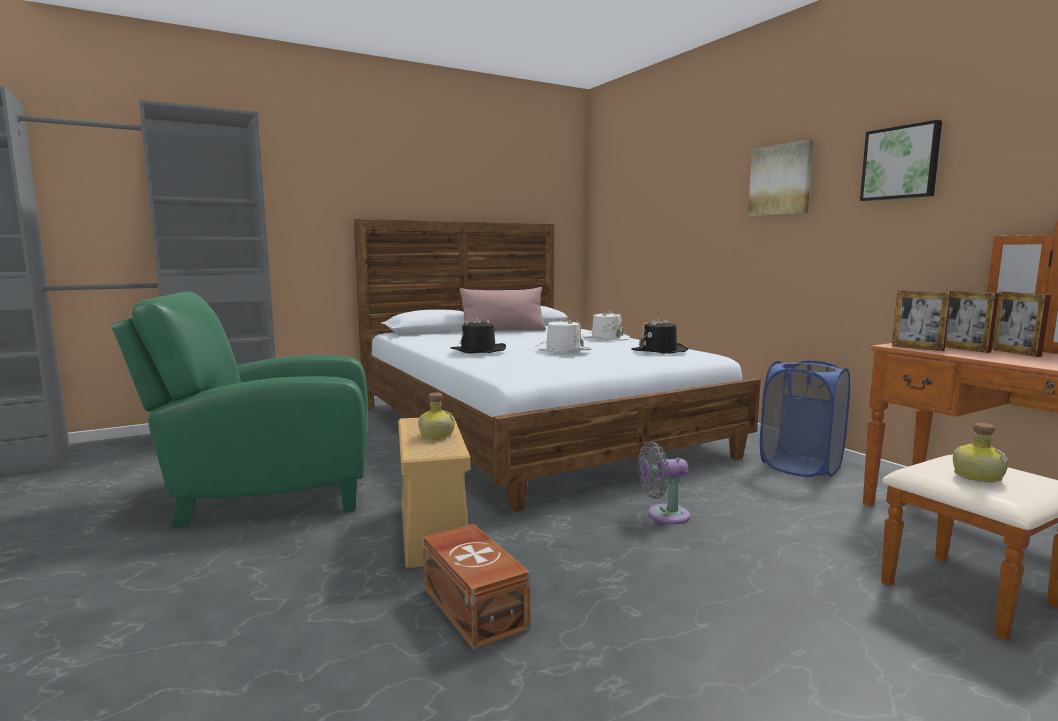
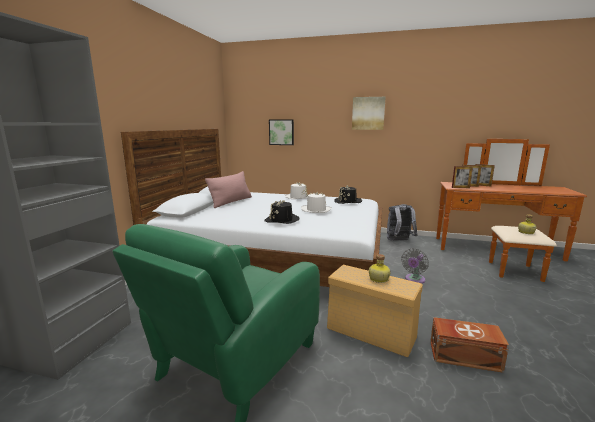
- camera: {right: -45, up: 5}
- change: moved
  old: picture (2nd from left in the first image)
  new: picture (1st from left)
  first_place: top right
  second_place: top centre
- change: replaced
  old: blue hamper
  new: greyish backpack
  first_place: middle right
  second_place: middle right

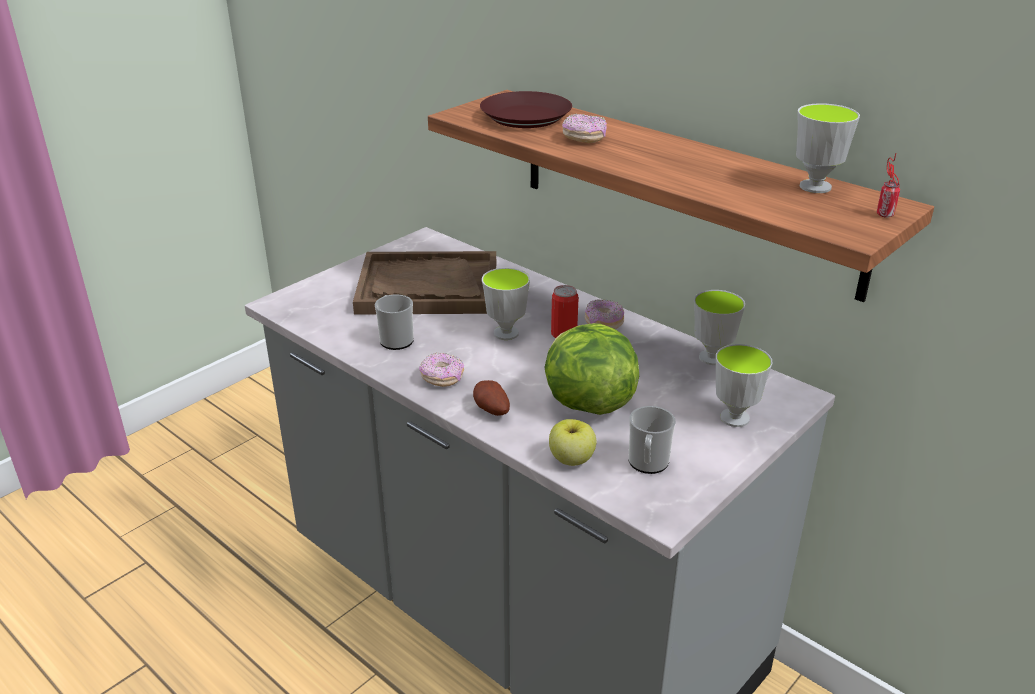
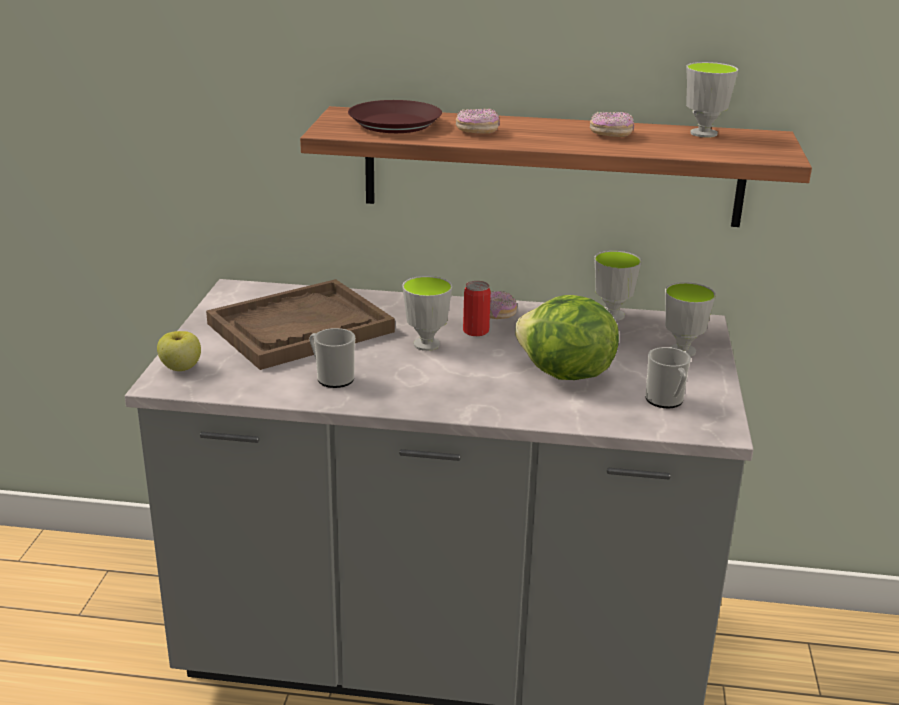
- camera: {right: -35, up: -5}
- change: removed
  old: potato
  first_place: centre
- change: removed
  old: sealed can (2nd from left)
  first_place: top right
- change: moved
  old: doughnut (1st from left in the first image)
  new: doughnut (3rd from left)
  first_place: centre
  second_place: top right
- change: moved
  old: apple fruit
  first_place: centre
  second_place: middle left

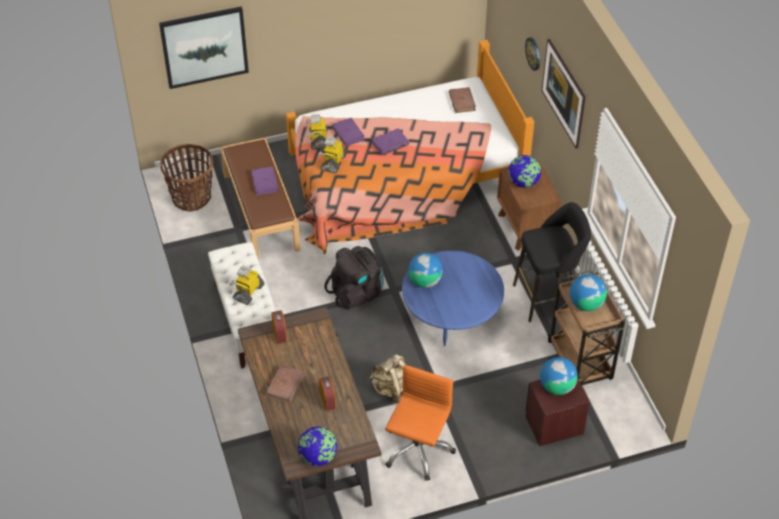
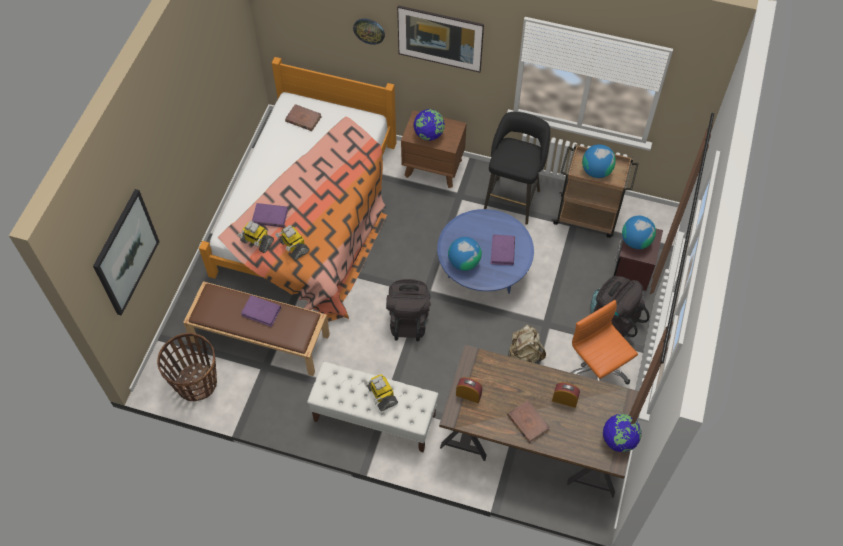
- camera: {right: -55, up: 10}
- change: added
  new: black-coloured backpack (2nd from left)
  second_place: middle right
- change: moved
  old: purple bound book (3rd from left)
  first_place: top centre
  second_place: centre

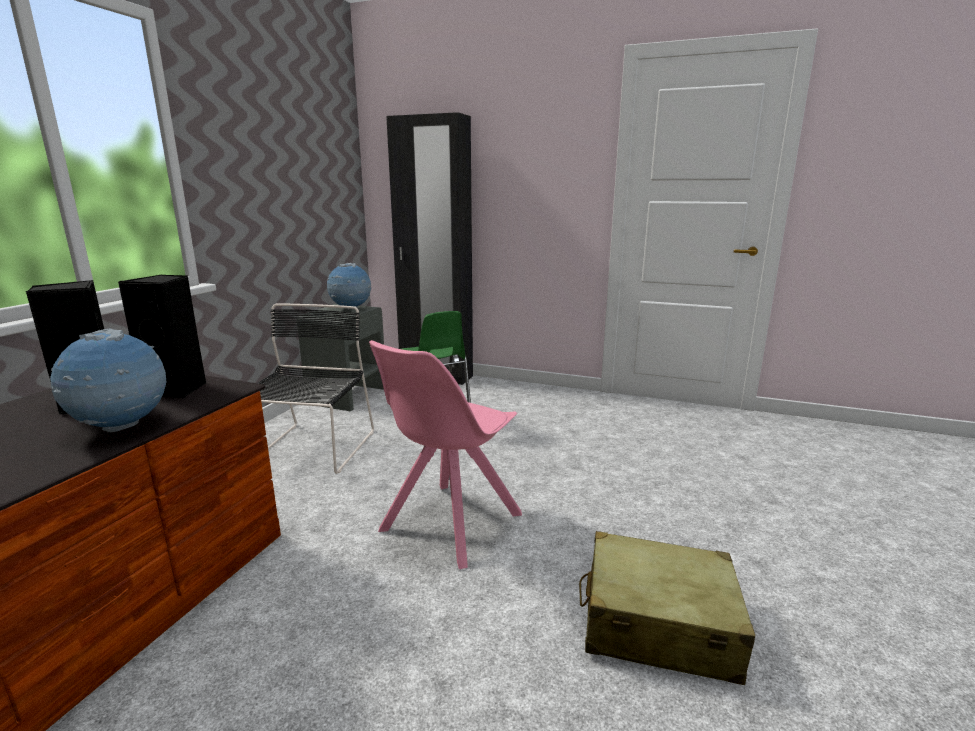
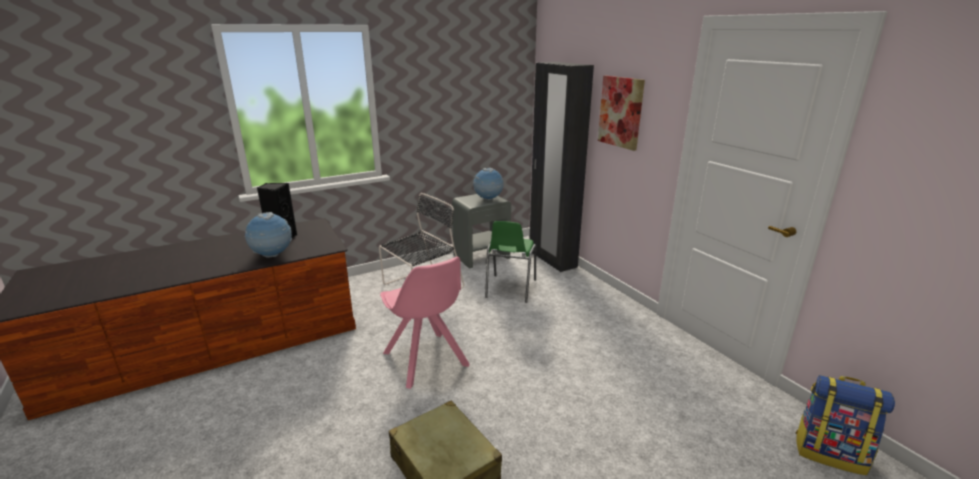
- camera: {right: 40, up: 5}
- change: removed
  old: black-coloured loudspeaker (2nd from left)
  first_place: middle left
- change: added
  new: picture
  second_place: top centre
- change: added
  new: backpack
  second_place: bottom right
- change: turned
  old: pink chair
  first_place: centre
  second_place: bottom centre
  degrees: -105

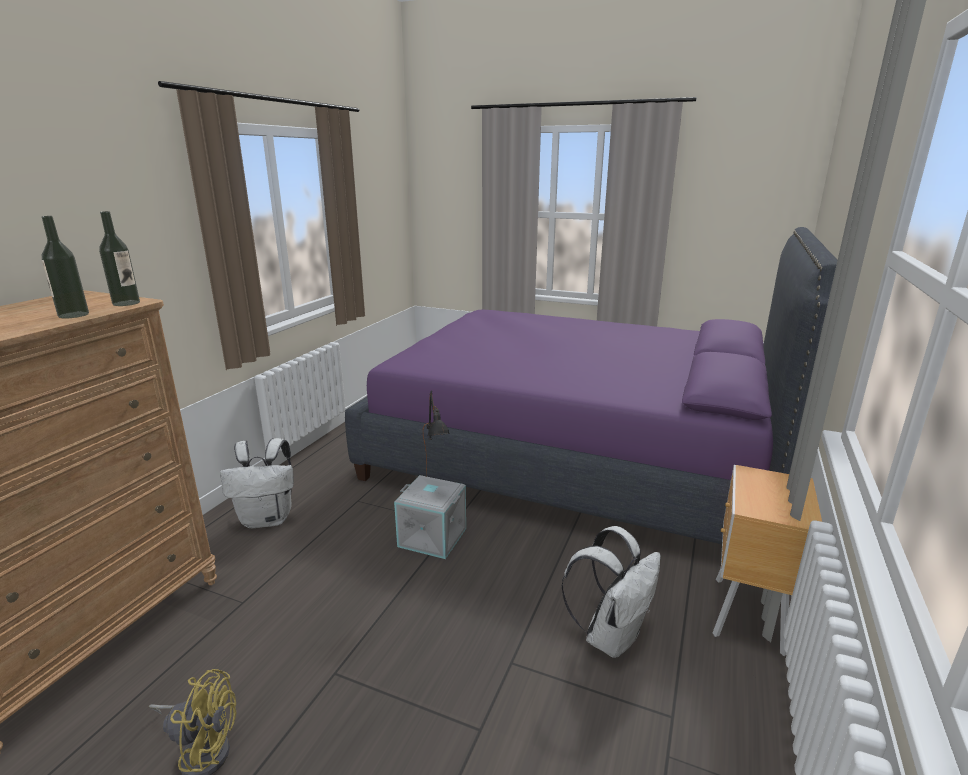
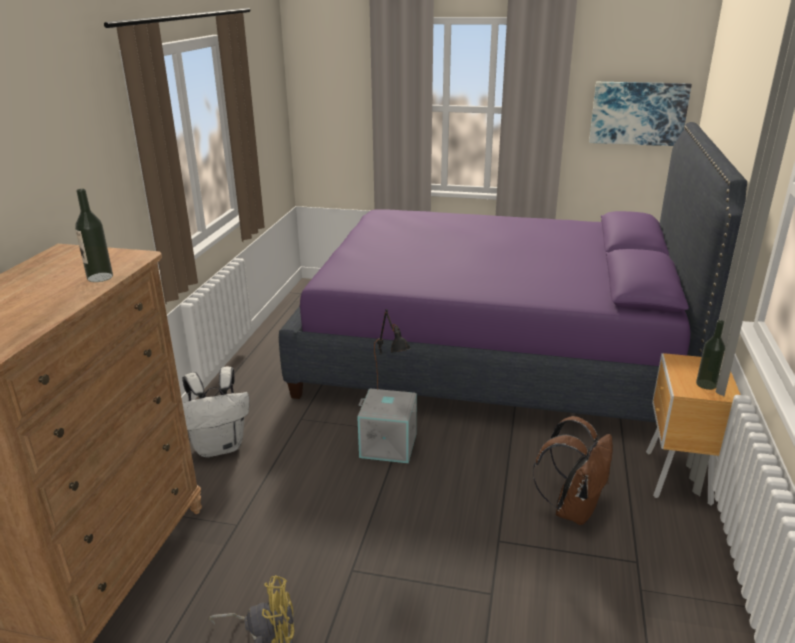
- camera: {right: -10, up: 5}
- change: added
  new: picture
  second_place: top right
- change: moved
  old: bottle (2nd from left)
  first_place: top left
  second_place: middle right
- change: recoloured
  old: white backpack (2nd from left)
  new: brown backpack
  first_place: bottom centre
  second_place: bottom right

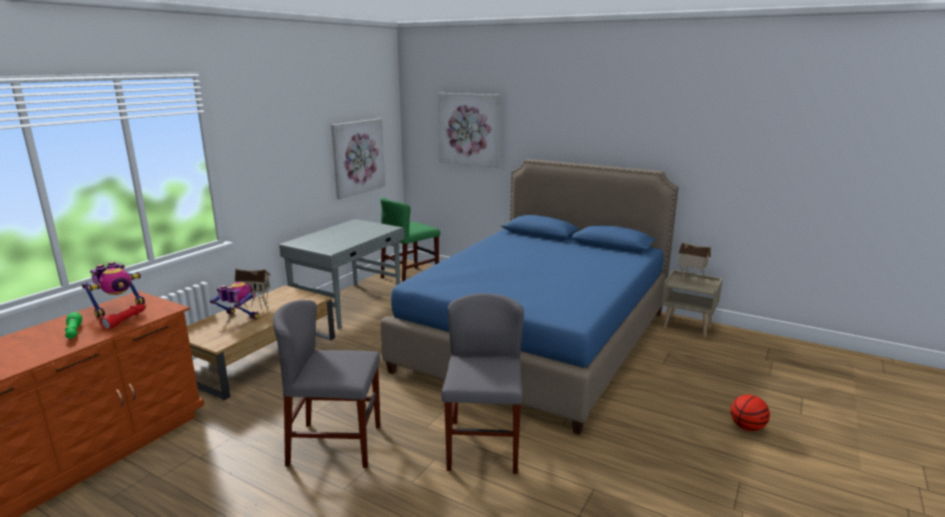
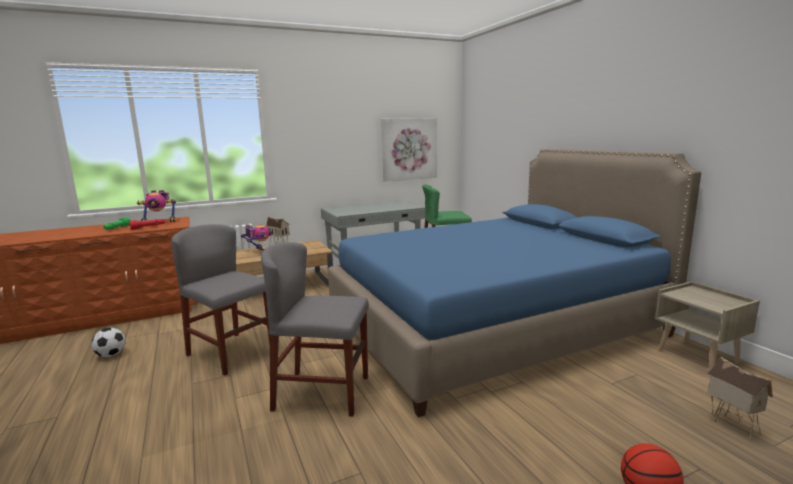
- camera: {right: 35, up: -5}
- change: removed
  old: picture (2nd from left)
  first_place: top centre
- change: added
  new: football ball
  second_place: bottom left
- change: moved
  old: miniature house (2nd from left)
  first_place: middle right
  second_place: bottom right
- change: turned
  old: greyish chair (2nd from left)
  first_place: bottom centre
  second_place: bottom centre
  degrees: -120

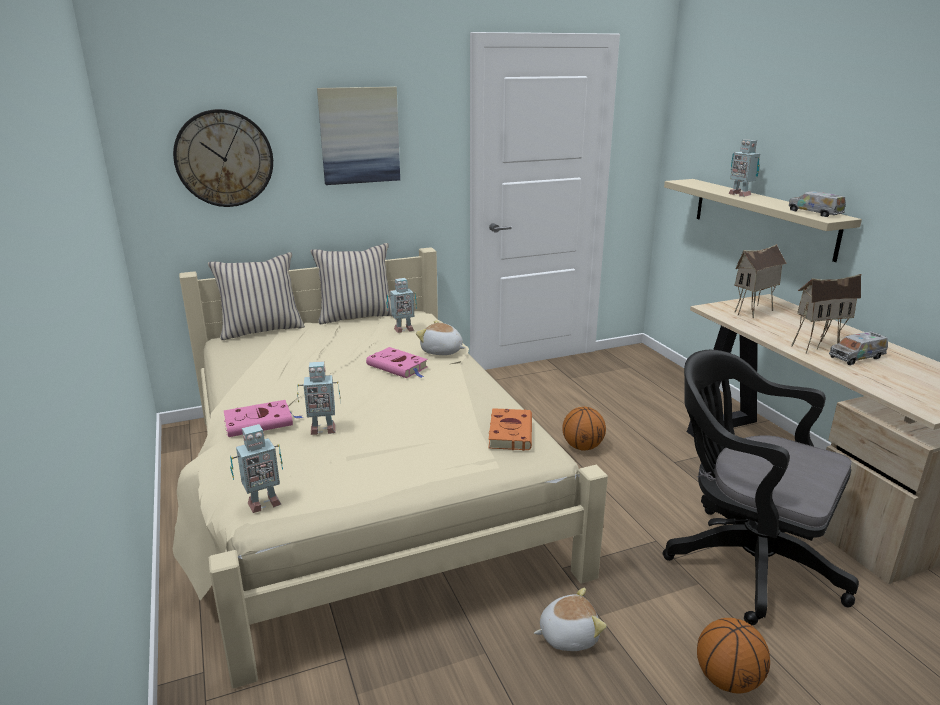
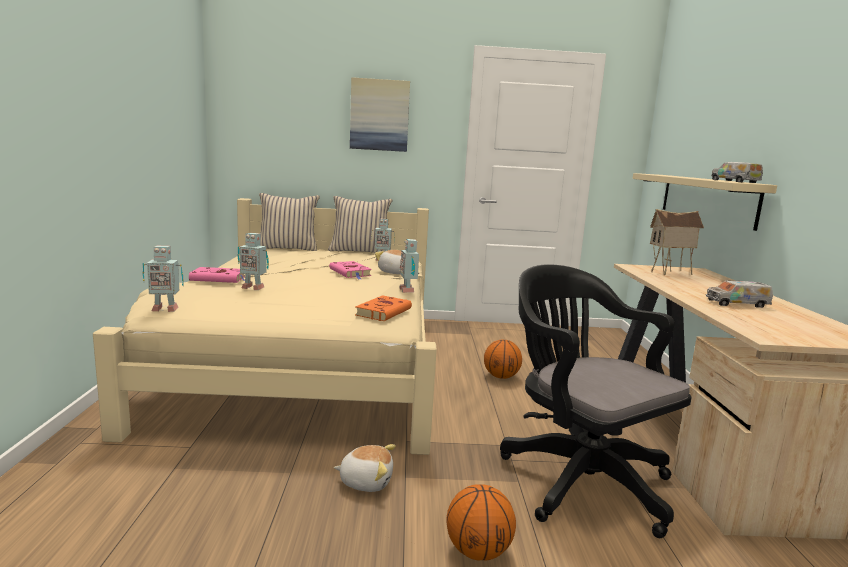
- camera: {right: 20, up: -10}
- change: removed
  old: clock on the wall
  first_place: top left
- change: removed
  old: miniature house (2nd from left)
  first_place: middle right
- change: moved
  old: robot figure (4th from left)
  first_place: top right
  second_place: centre

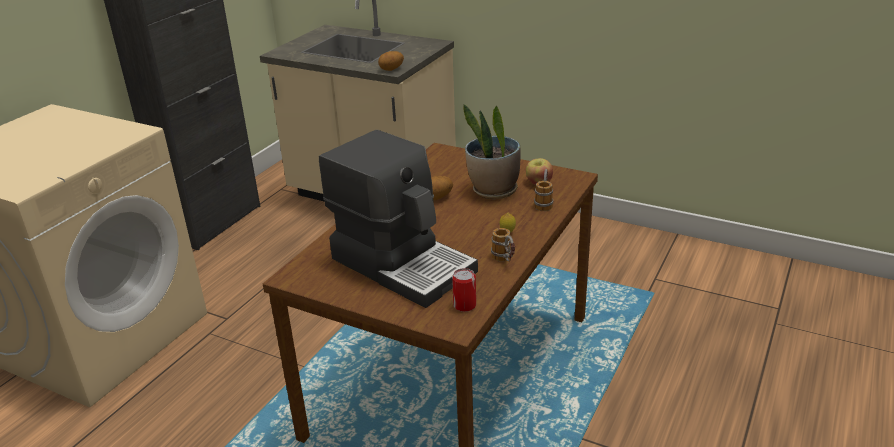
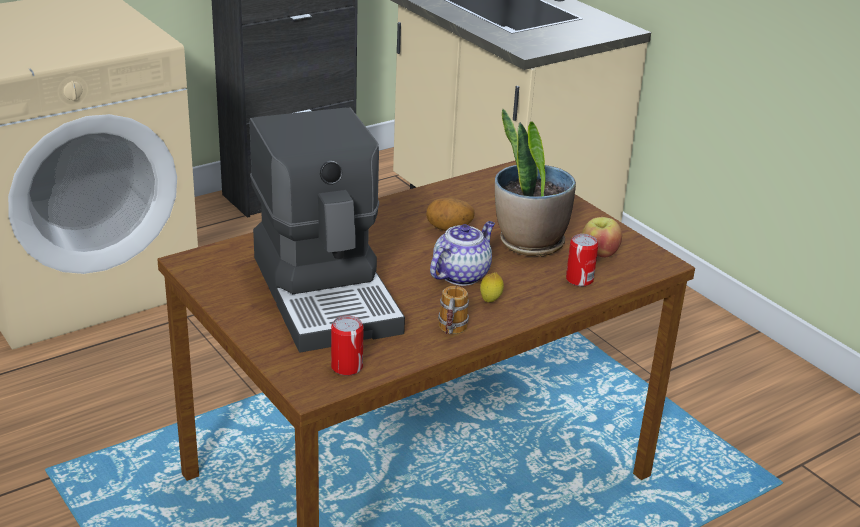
- camera: {right: 25, up: 0}
- change: removed
  old: potato (1st from left)
  first_place: top centre
- change: added
  new: teapot
  second_place: centre
- change: replaced
  old: tea mug (2nd from left)
  new: sealed can (2nd from left)
  first_place: centre
  second_place: middle right

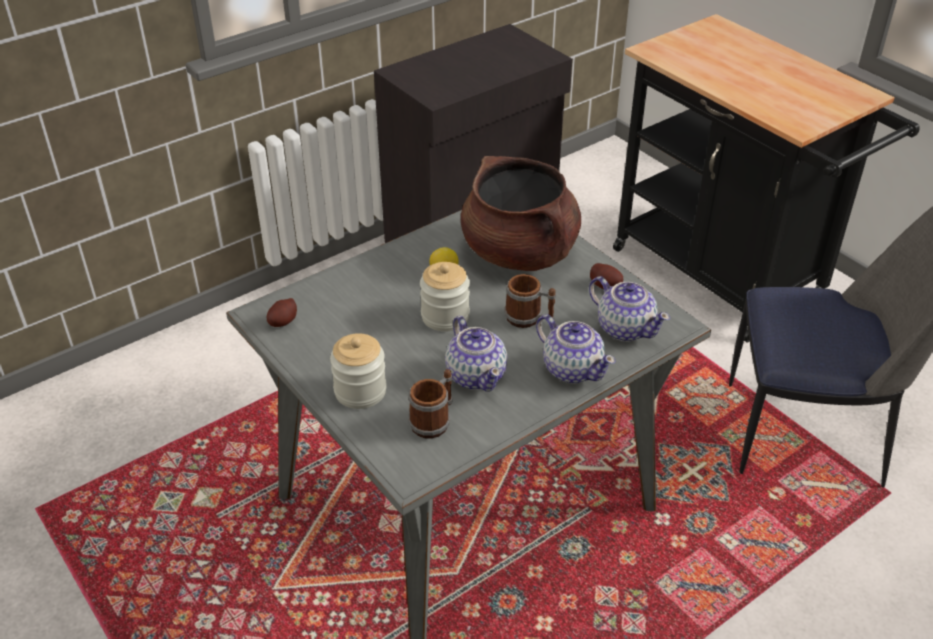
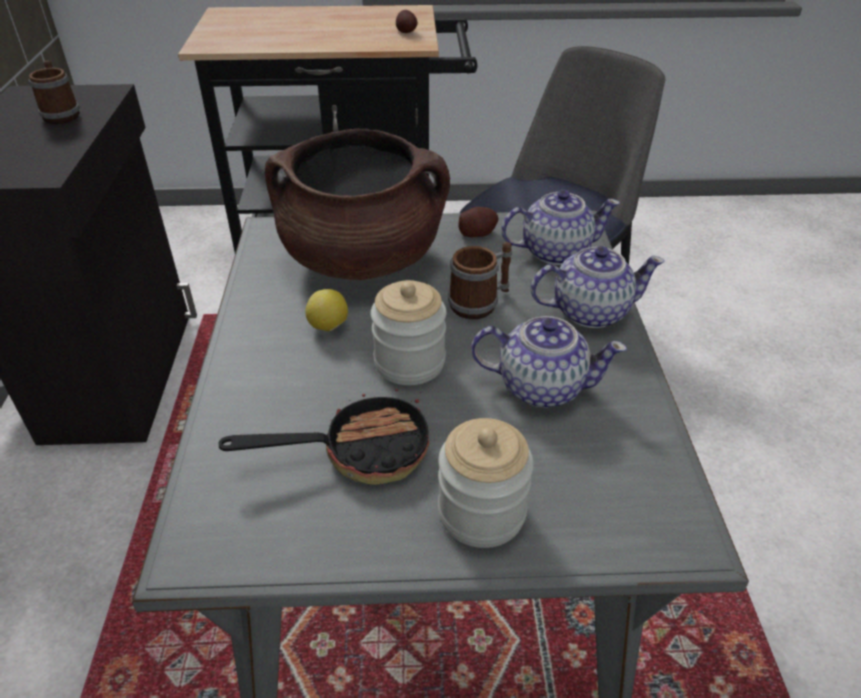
- camera: {right: -55, up: 0}
- change: added
  new: skillet
  second_place: centre
- change: moved
  old: potato (1st from left)
  first_place: middle left
  second_place: top centre
- change: moved
  old: tea mug (1st from left)
  first_place: centre
  second_place: top left

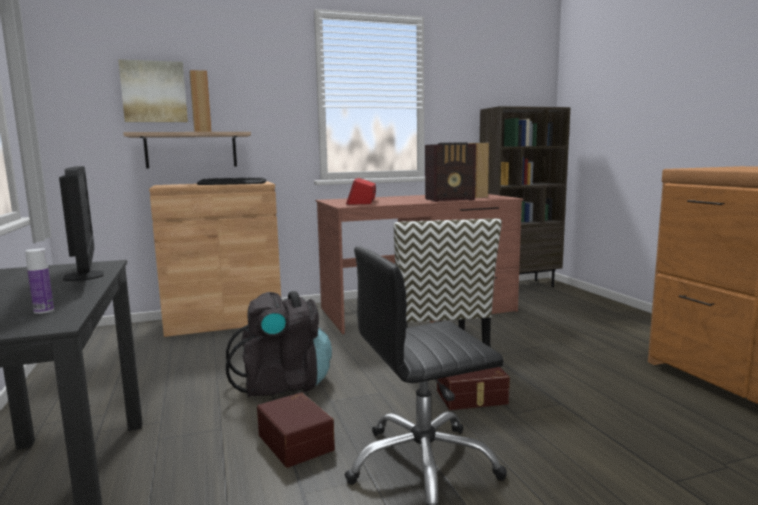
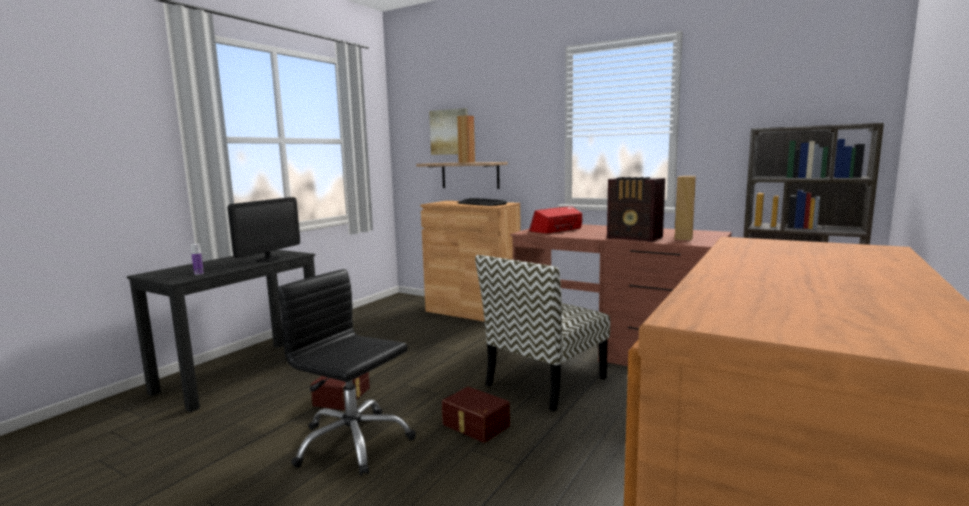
- camera: {right: 50, up: 0}
- change: removed
  old: black-coloured backpack
  first_place: bottom centre

